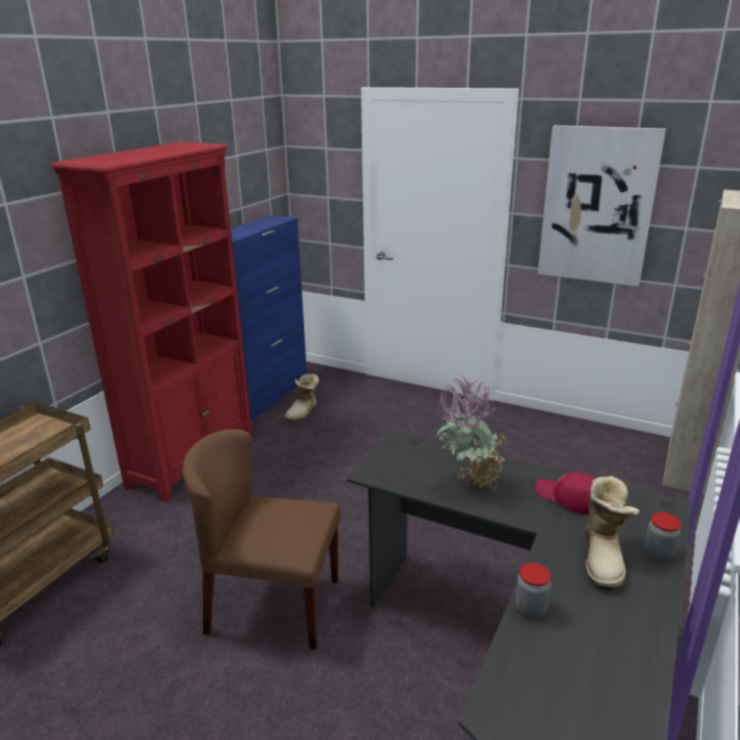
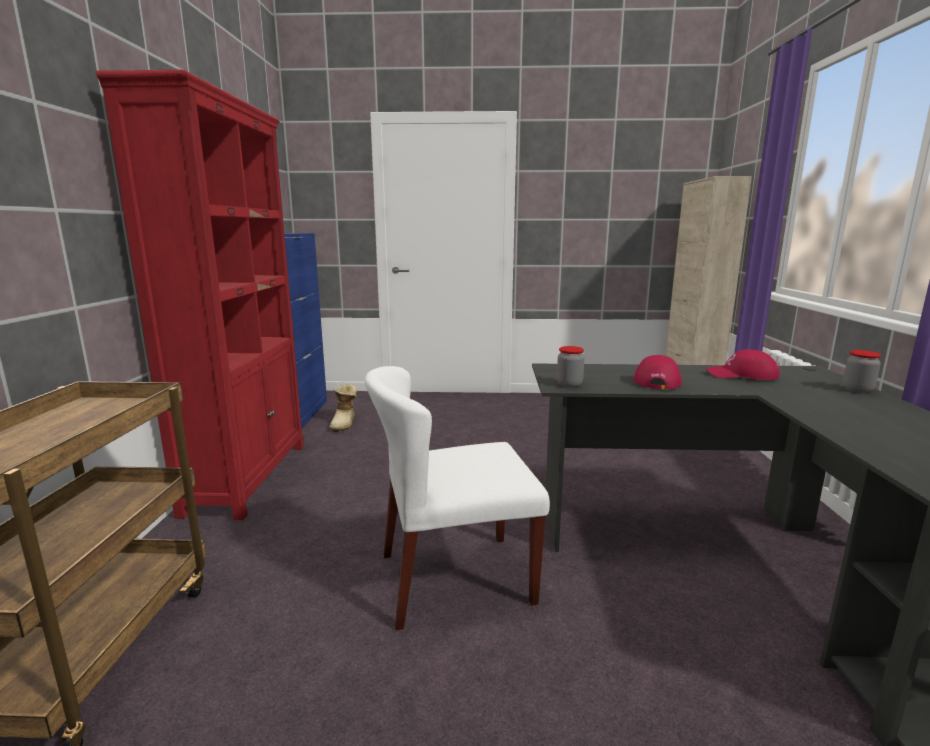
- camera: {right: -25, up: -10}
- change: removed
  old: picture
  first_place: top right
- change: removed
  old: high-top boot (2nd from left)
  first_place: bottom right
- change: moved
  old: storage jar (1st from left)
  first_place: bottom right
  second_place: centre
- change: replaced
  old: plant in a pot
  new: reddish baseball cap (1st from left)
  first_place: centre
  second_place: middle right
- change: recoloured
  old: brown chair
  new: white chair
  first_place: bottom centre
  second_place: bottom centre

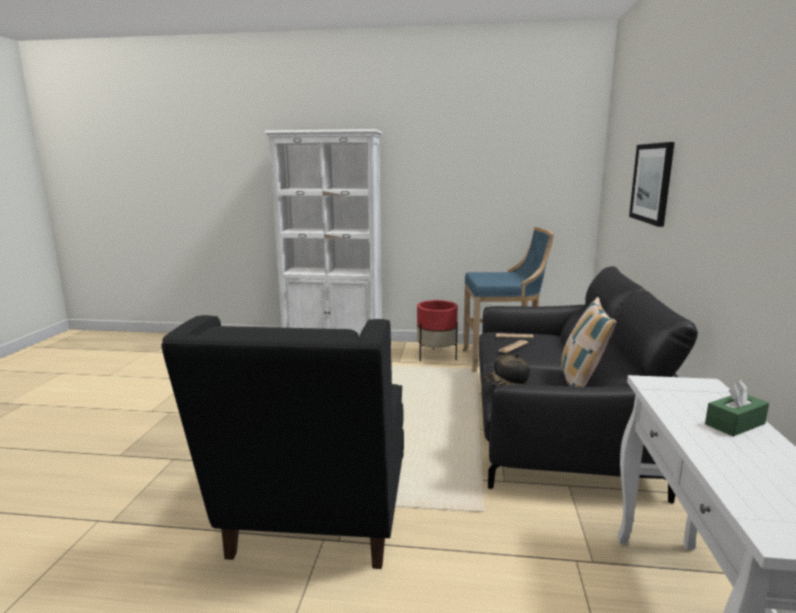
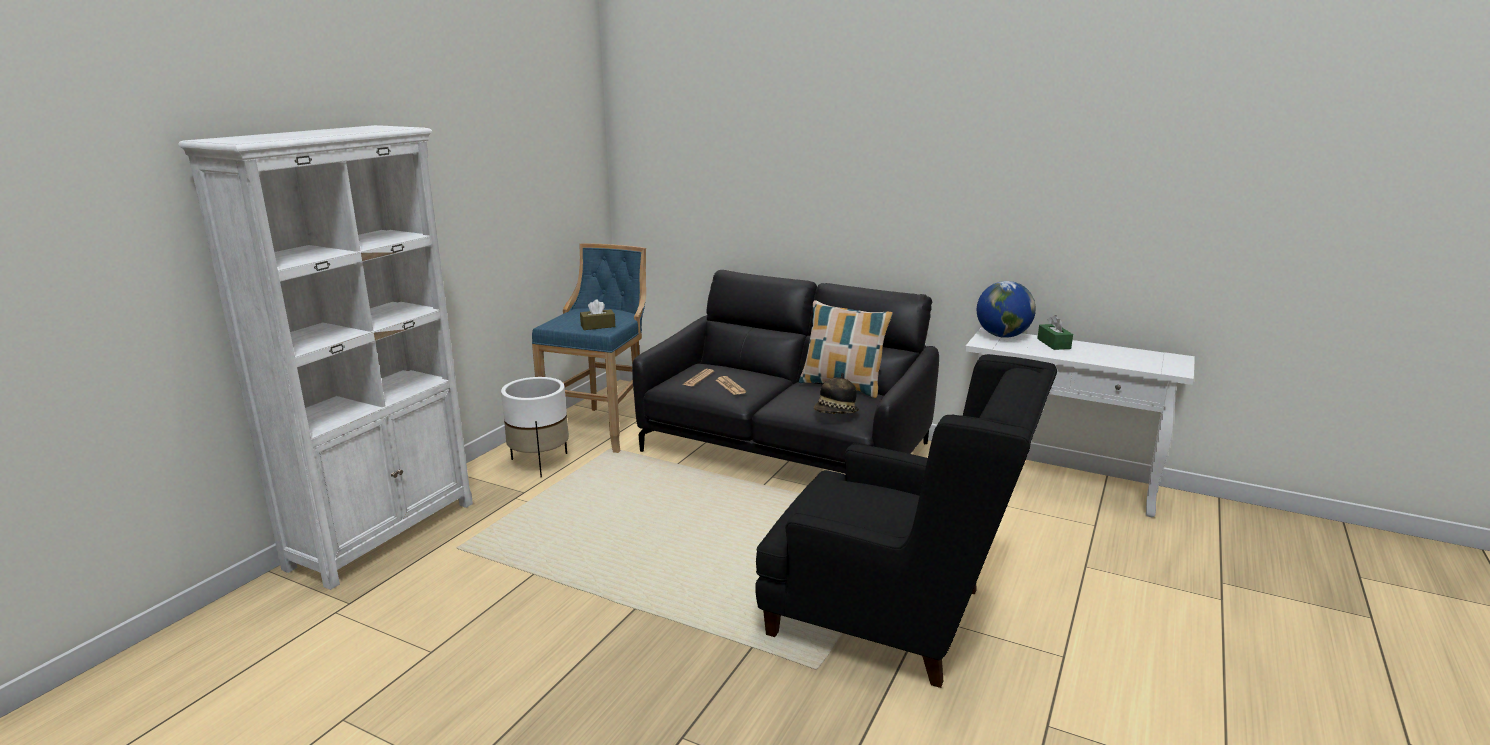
- camera: {right: -70, up: 5}
- change: removed
  old: picture
  first_place: top right
- change: added
  new: brown tissue holder
  second_place: centre
- change: added
  new: desk globe
  second_place: middle right
- change: recoloured
  old: reddish plant pot
  new: white plant pot
  first_place: centre
  second_place: centre

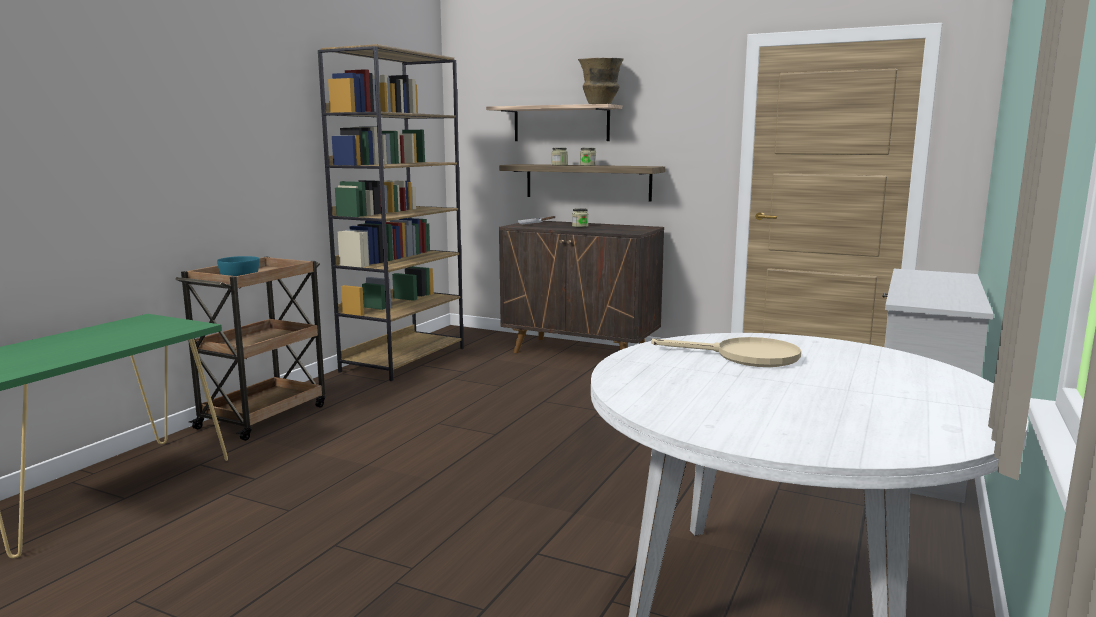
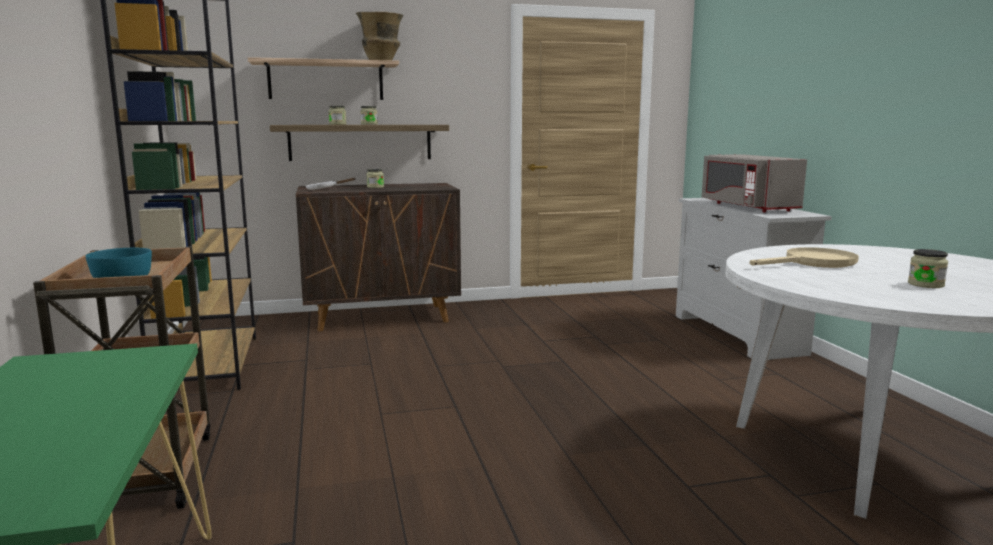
- camera: {right: -40, up: 0}
- change: added
  new: greyish microwave
  second_place: middle right
- change: added
  new: storage jar (4th from left)
  second_place: middle right

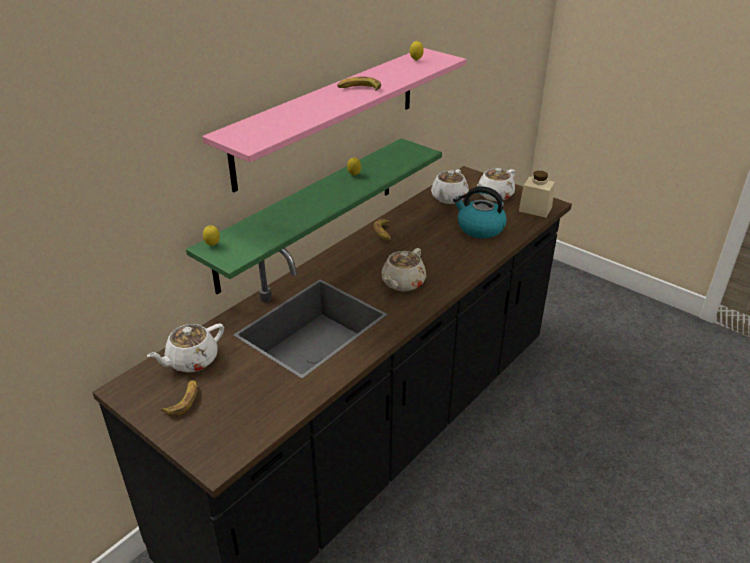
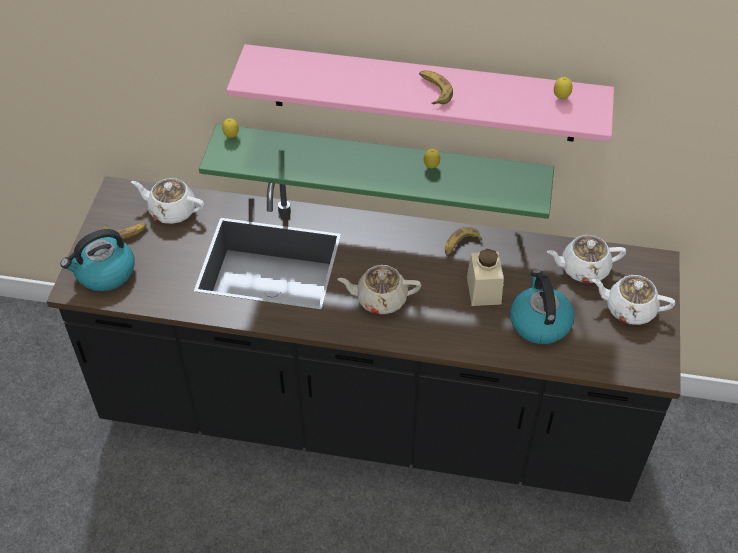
- camera: {right: 60, up: 15}
- change: added
  new: kettle (1st from left)
  second_place: middle left
- change: moved
  old: beige storage jar
  first_place: middle right
  second_place: centre

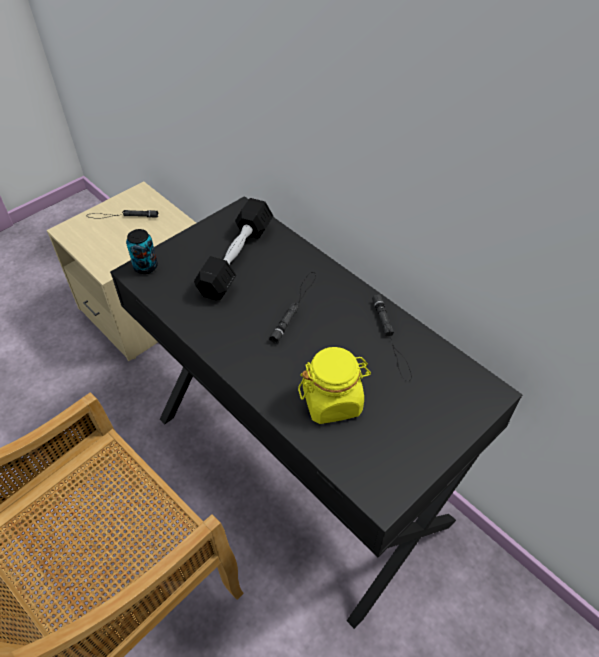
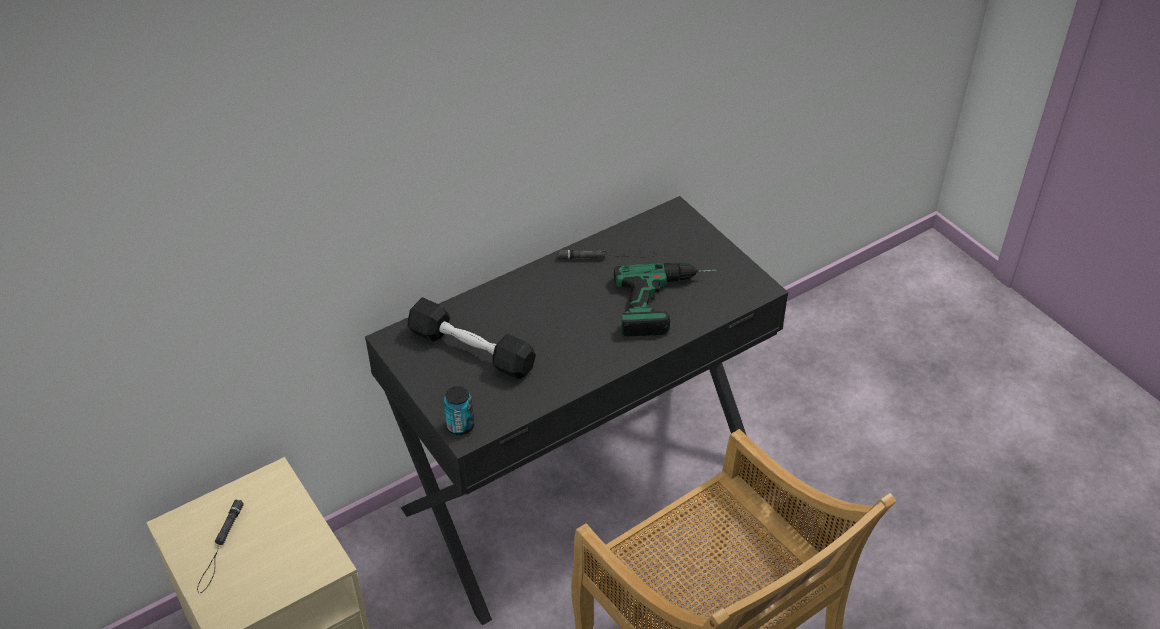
- camera: {right: -80, up: -5}
- change: removed
  old: black-coloured flashlight (2nd from left)
  first_place: centre
- change: replaced
  old: yellowish storage jar
  new: drill
  first_place: centre
  second_place: centre

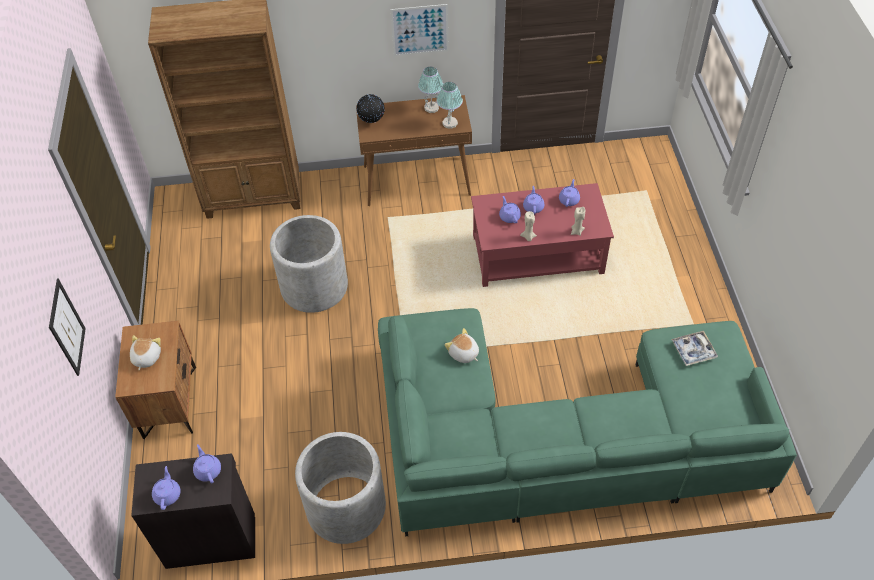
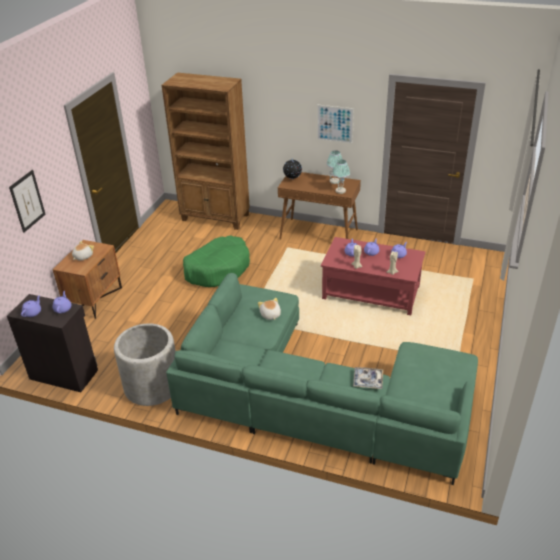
- camera: {right: 25, up: -15}
- change: moved
  old: carrying tray
  first_place: middle right
  second_place: bottom centre
- change: replaced
  old: greyish plant pot (1st from left)
  new: greenish pet bed
  first_place: centre
  second_place: centre

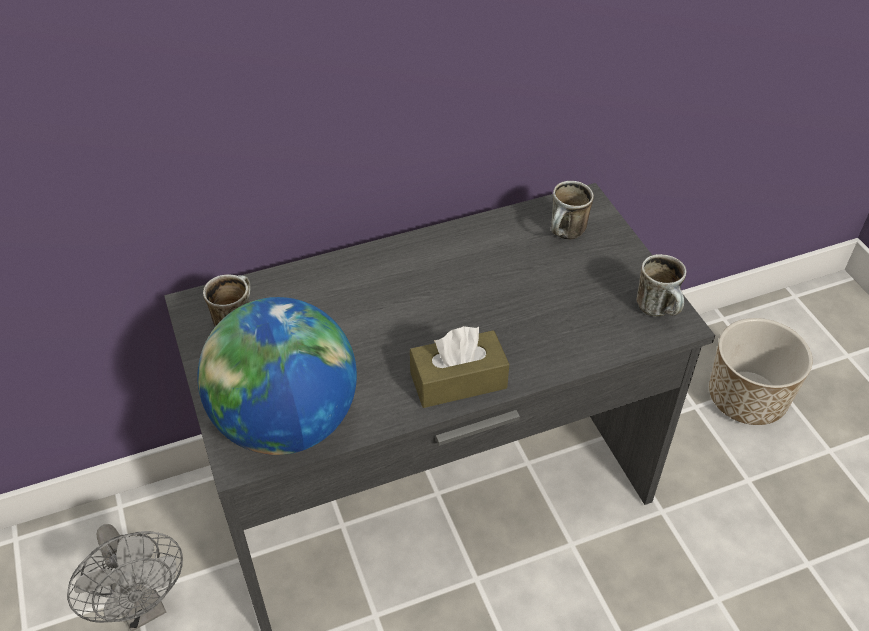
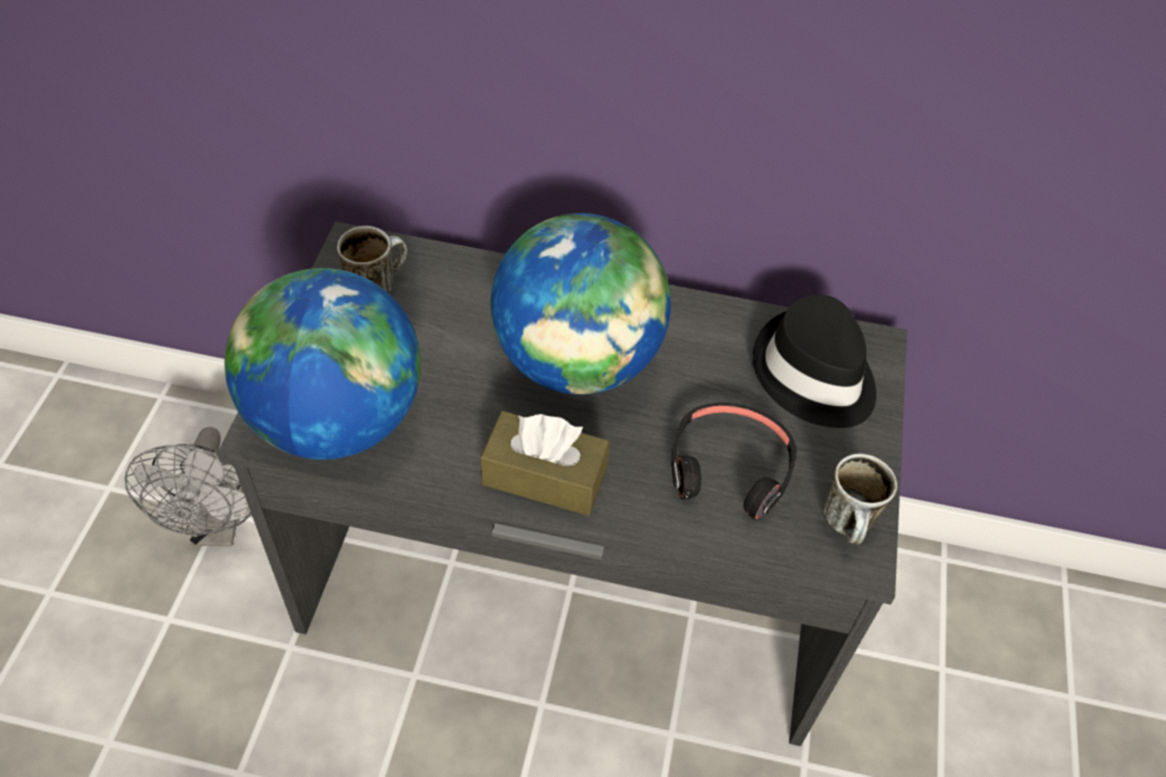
- camera: {right: 30, up: 5}
- change: removed
  old: plant pot
  first_place: middle right
- change: added
  new: desk globe (2nd from left)
  second_place: centre
- change: added
  new: black-coloured headphones
  second_place: centre
- change: replaced
  old: tea mug (2nd from left)
  new: black-coloured hat
  first_place: top centre
  second_place: middle right

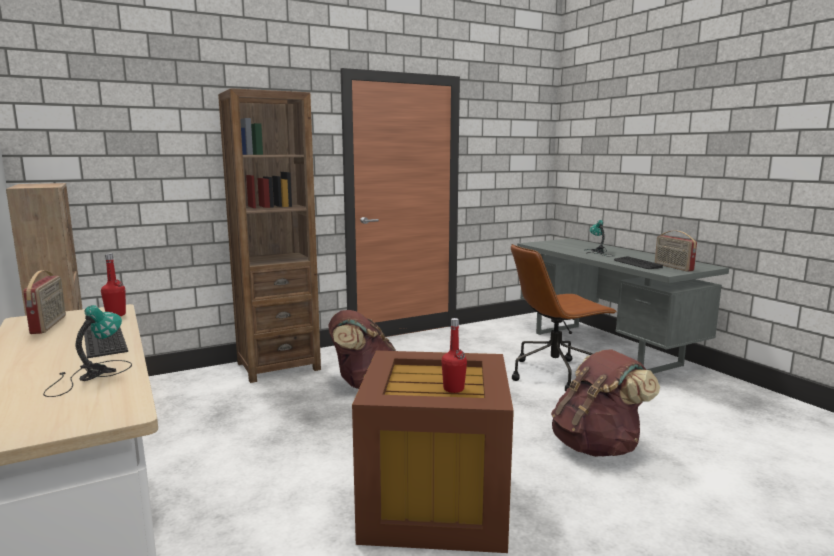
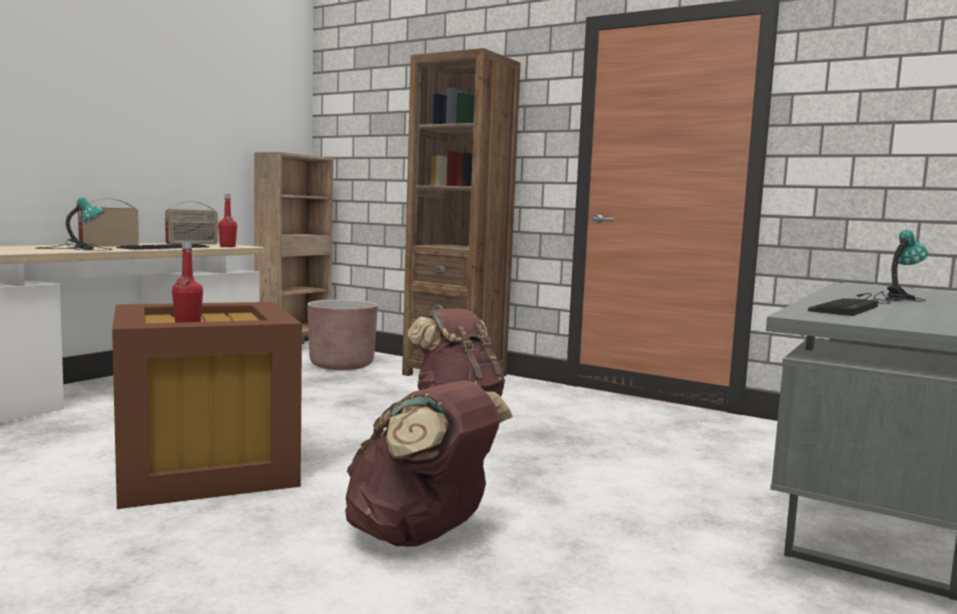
- camera: {right: 60, up: -5}
- change: removed
  old: brown computer chair
  first_place: middle right
- change: added
  new: brown plant pot
  second_place: centre
- change: moved
  old: radio set (2nd from left in the first image)
  new: radio set (1st from left)
  first_place: middle right
  second_place: middle left

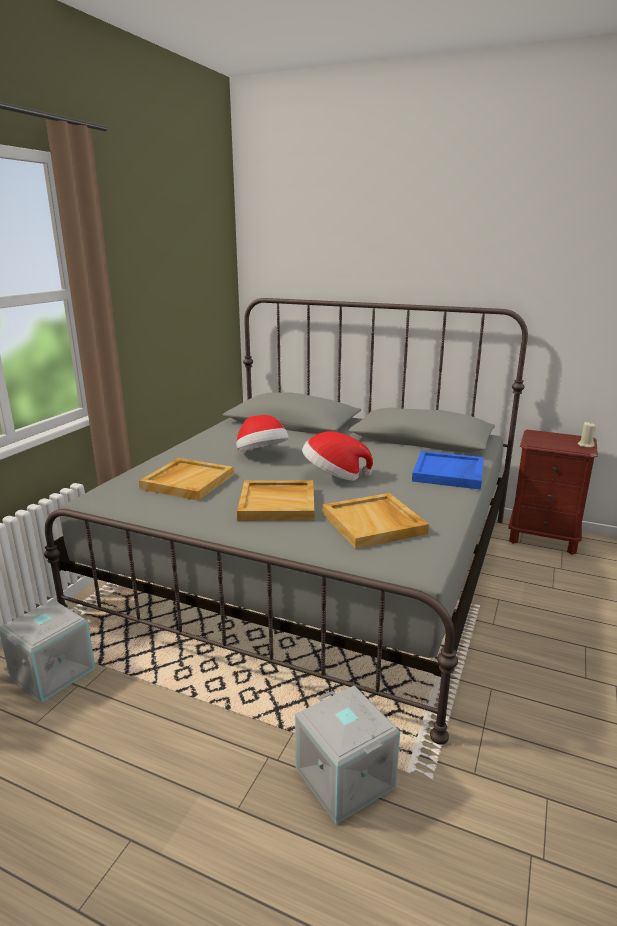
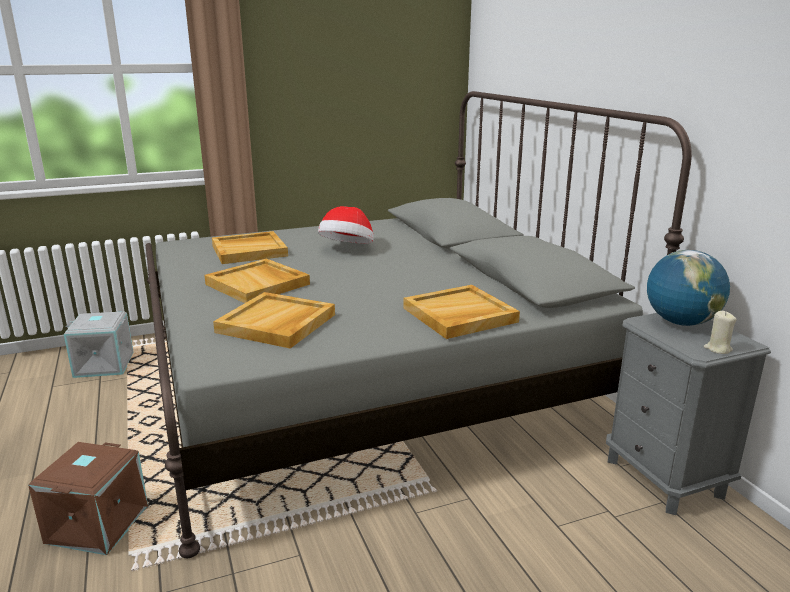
- camera: {right: 45, up: 0}
- change: removed
  old: hat (2nd from left)
  first_place: centre
- change: added
  new: desk globe
  second_place: middle right
- change: recoloured
  old: greyish storage box (2nd from left)
  new: brown storage box
  first_place: bottom centre
  second_place: bottom left
- change: recoloured
  old: blue carrying tray
  new: beige carrying tray (4th from left)
  first_place: middle right
  second_place: centre
- change: recoloured
  old: brown bedside table
  new: greyish bedside table
  first_place: middle right
  second_place: bottom right

